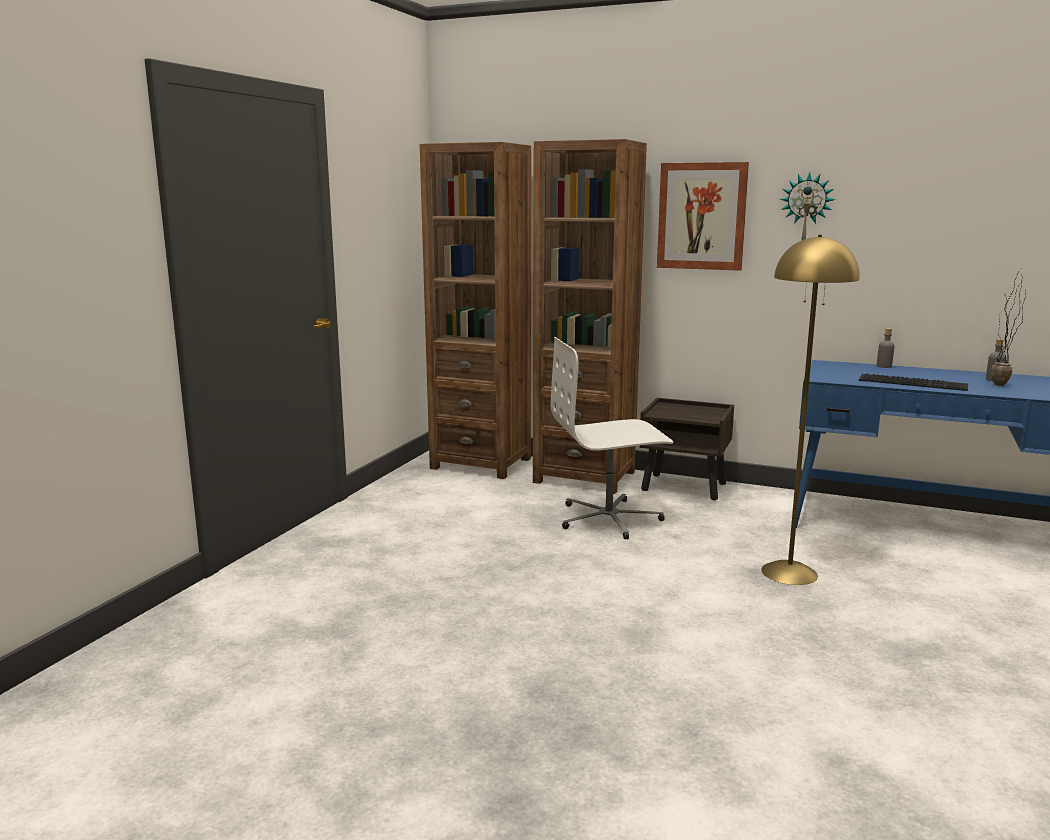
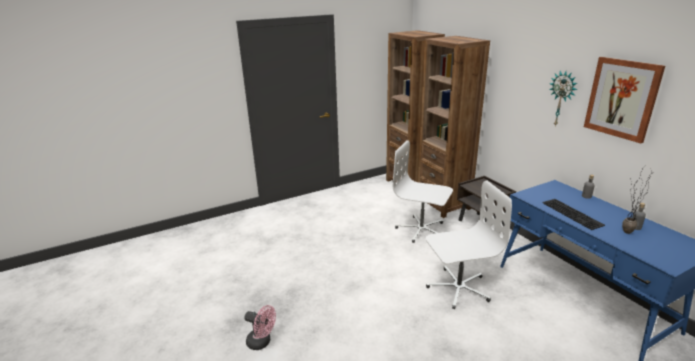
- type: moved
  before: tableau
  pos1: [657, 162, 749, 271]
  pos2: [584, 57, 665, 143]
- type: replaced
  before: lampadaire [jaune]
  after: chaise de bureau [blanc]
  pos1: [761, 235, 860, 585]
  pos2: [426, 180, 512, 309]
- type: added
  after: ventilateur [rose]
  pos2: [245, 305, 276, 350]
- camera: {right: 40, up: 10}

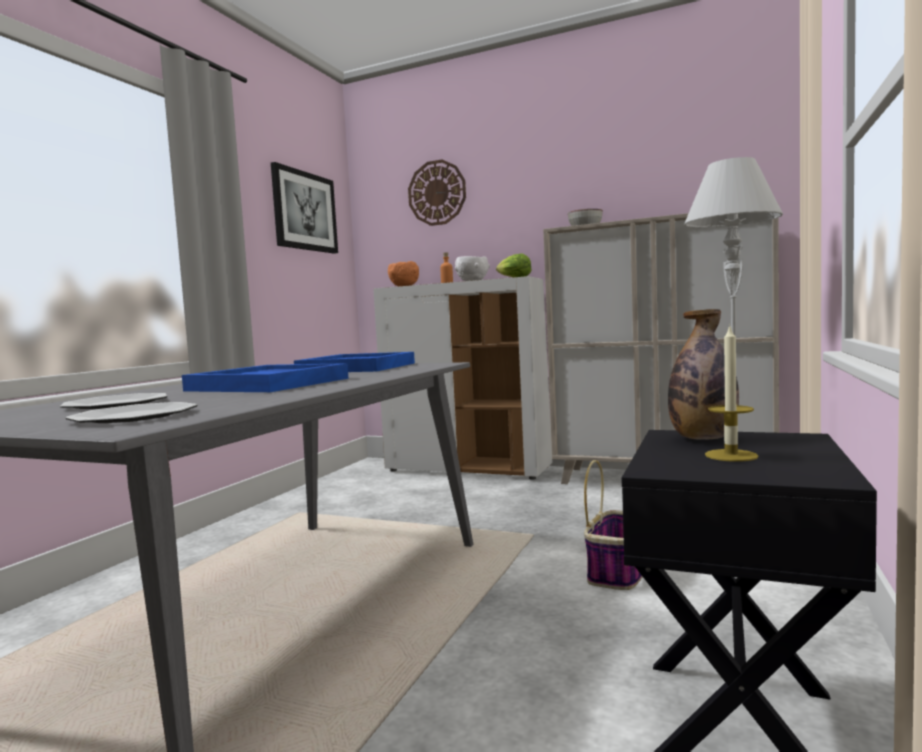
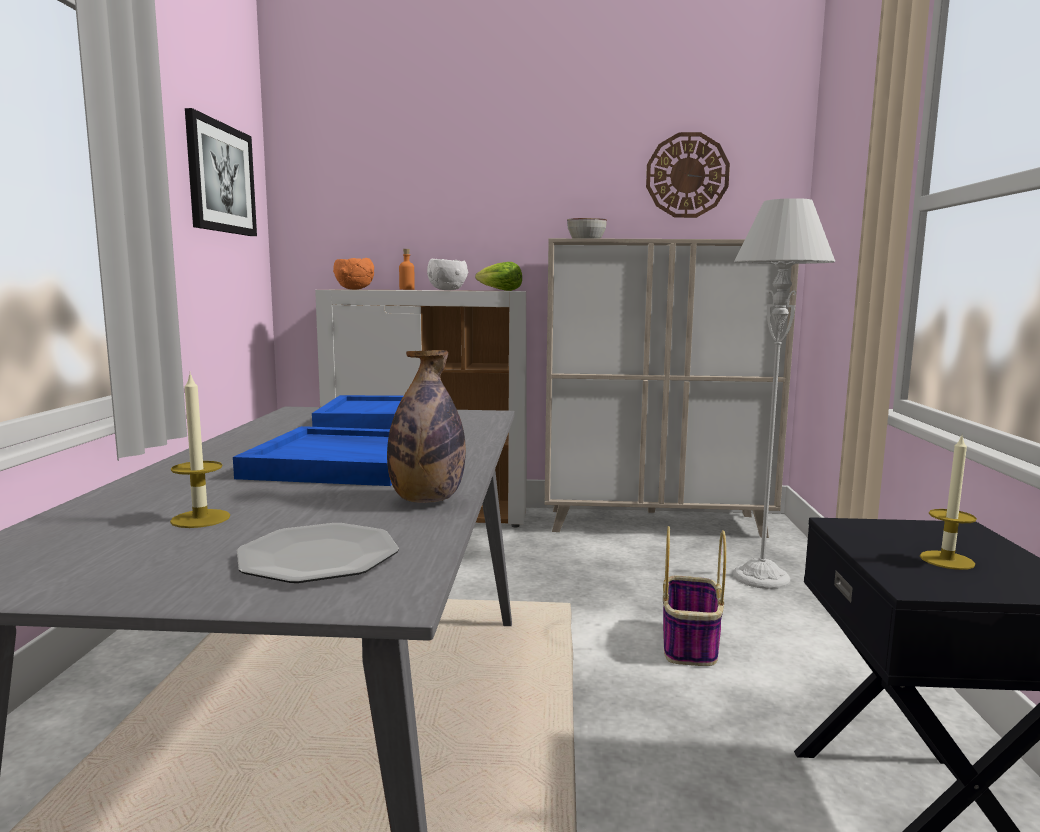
- type: moved
  before: horloge murale
  pos1: [408, 159, 466, 226]
  pos2: [646, 132, 730, 218]
- type: moved
  before: bouteille
  pos1: [668, 309, 739, 440]
  pos2: [387, 350, 466, 503]
- type: replaced
  before: assiette
  after: bougie
  pos1: [60, 393, 167, 409]
  pos2: [170, 373, 230, 528]
- camera: {right: -20, up: 5}

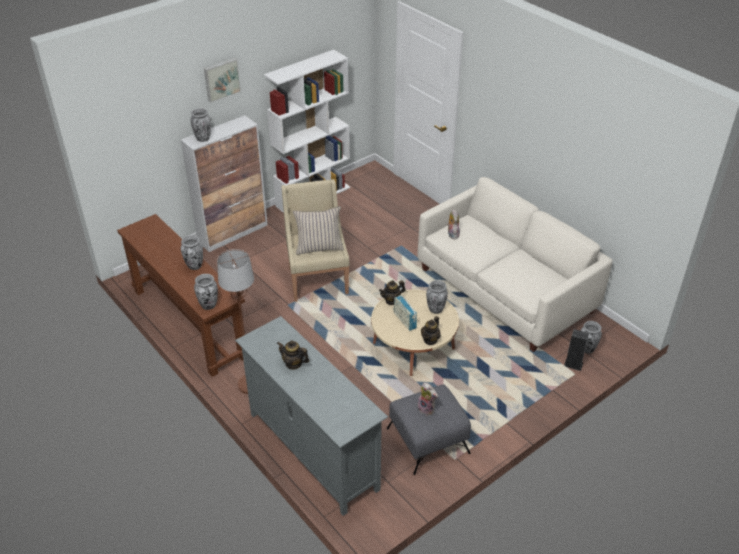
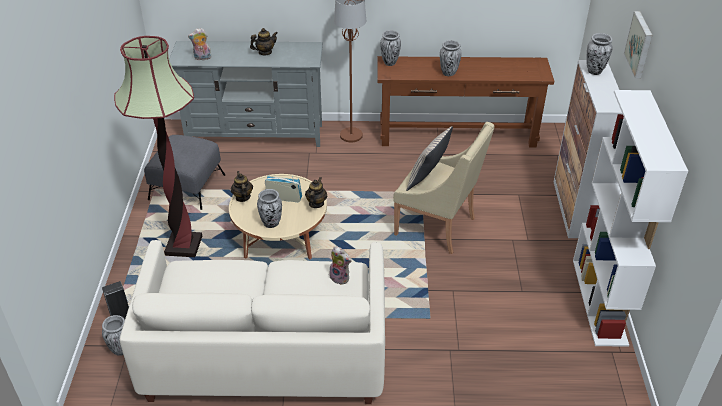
- type: moved
  before: peluche
  pos1: [418, 382, 438, 415]
  pos2: [188, 28, 212, 60]
- type: added
  after: lampadaire
  pos2: [114, 36, 202, 257]
- camera: {right: 130, up: 0}

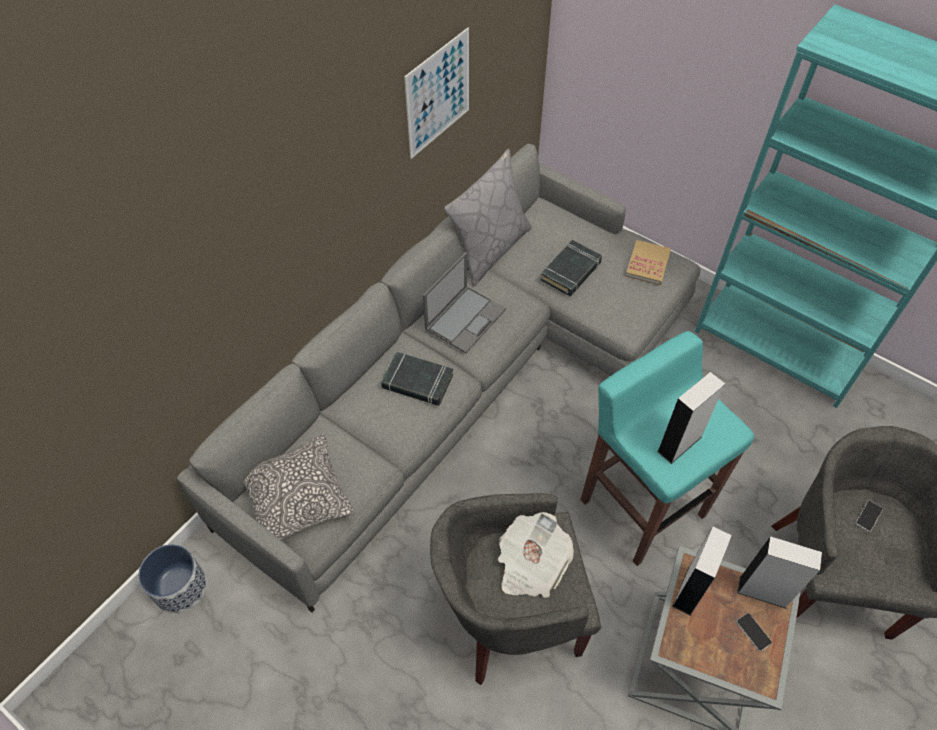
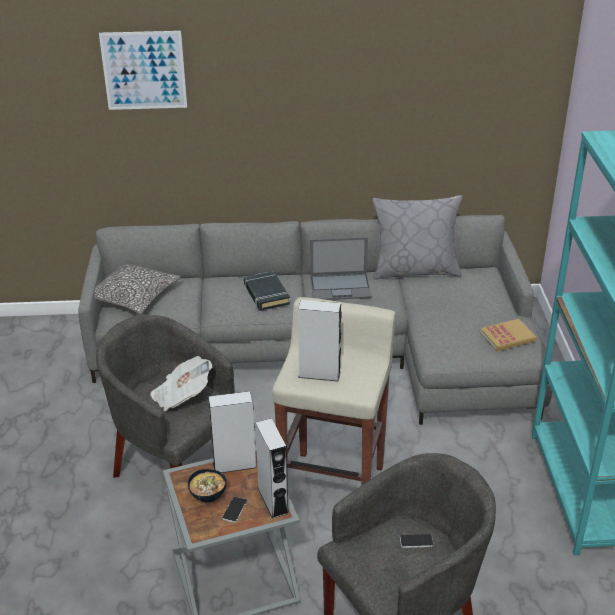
- type: moved
  before: tableau
  pos1: [404, 28, 469, 159]
  pos2: [99, 31, 187, 110]
- type: removed
  before: livre [noir]
  pos1: [541, 240, 602, 296]
- type: recoloured
  before: tabouret [turquoise]
  after: tabouret [beige]
  pos1: [580, 331, 754, 566]
  pos2: [272, 297, 396, 485]
- type: removed
  before: cache-pot
  pos1: [138, 544, 207, 613]
- type: added
  after: bol
  pos2: [188, 469, 226, 503]
- camera: {right: 50, up: -20}

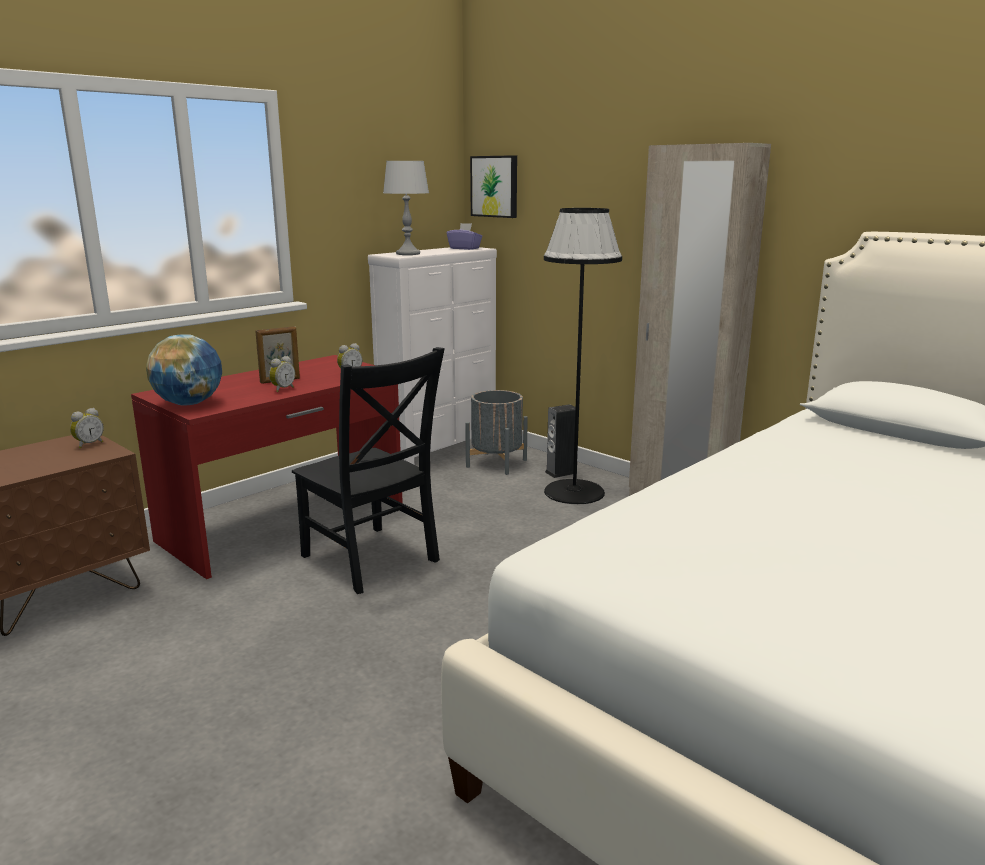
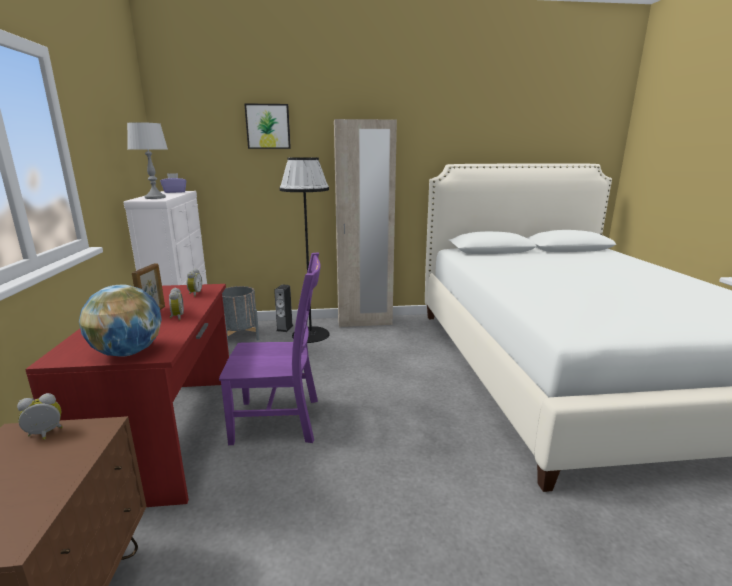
- type: moved
  before: tableau
  pos1: [470, 155, 517, 218]
  pos2: [244, 103, 291, 149]
- type: recoloured
  before: chaise [noir]
  after: chaise [violet]
  pos1: [292, 347, 445, 594]
  pos2: [219, 252, 321, 445]
- type: turned
  before: réveil
  pos1: [70, 408, 104, 449]
  pos2: [17, 393, 63, 440]
  turn: -105
- camera: {right: -50, up: 0}

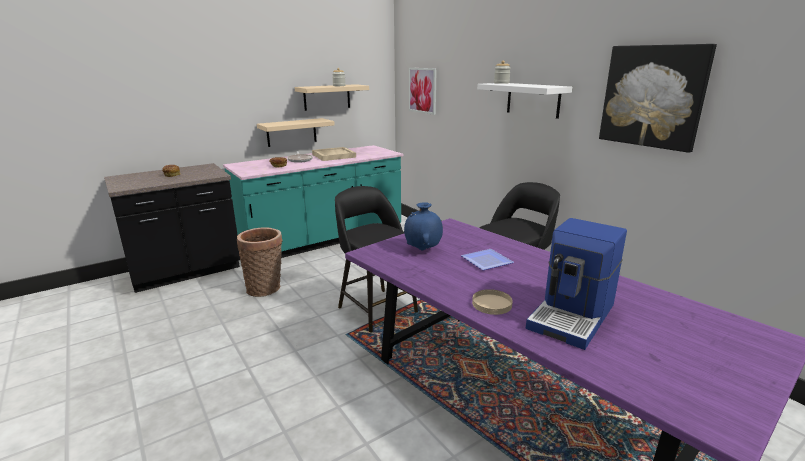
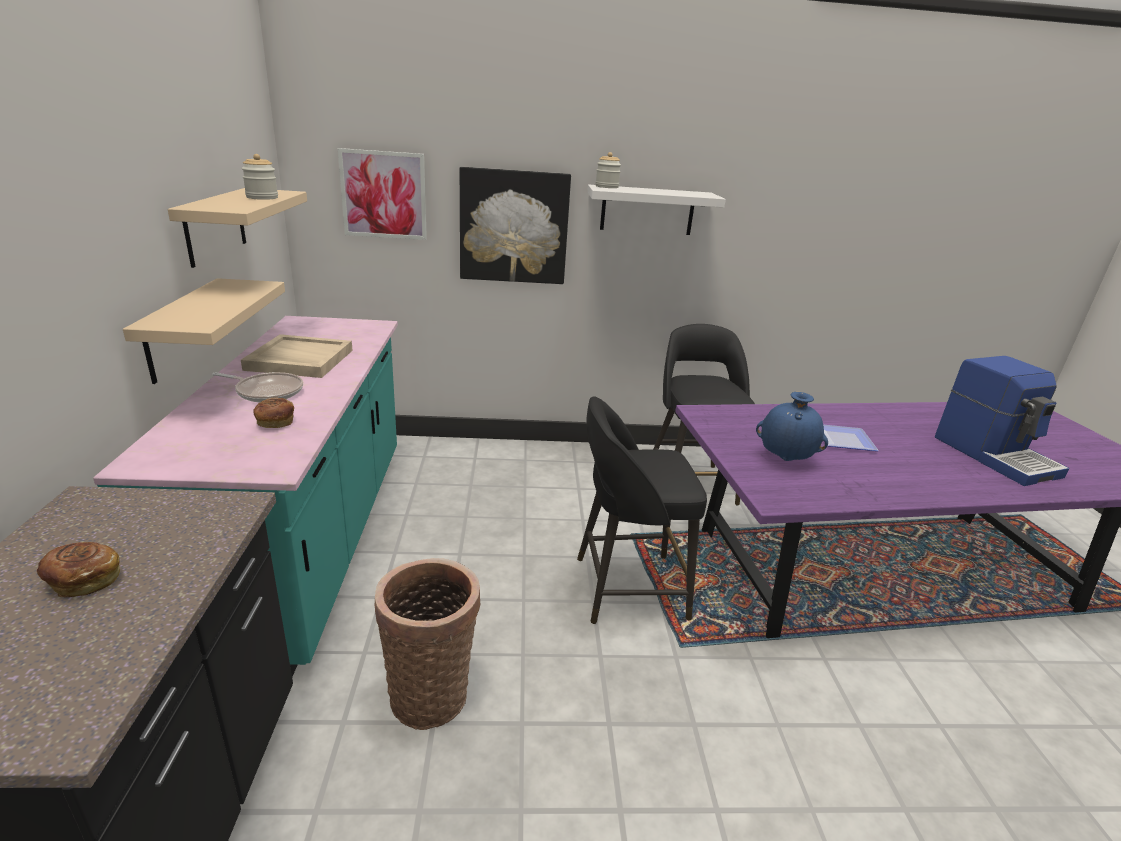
- type: moved
  before: tableau
  pos1: [599, 44, 717, 153]
  pos2: [460, 167, 571, 284]
- type: removed
  before: assiette [beige]
  pos1: [472, 289, 513, 315]
- camera: {right: -60, up: 5}

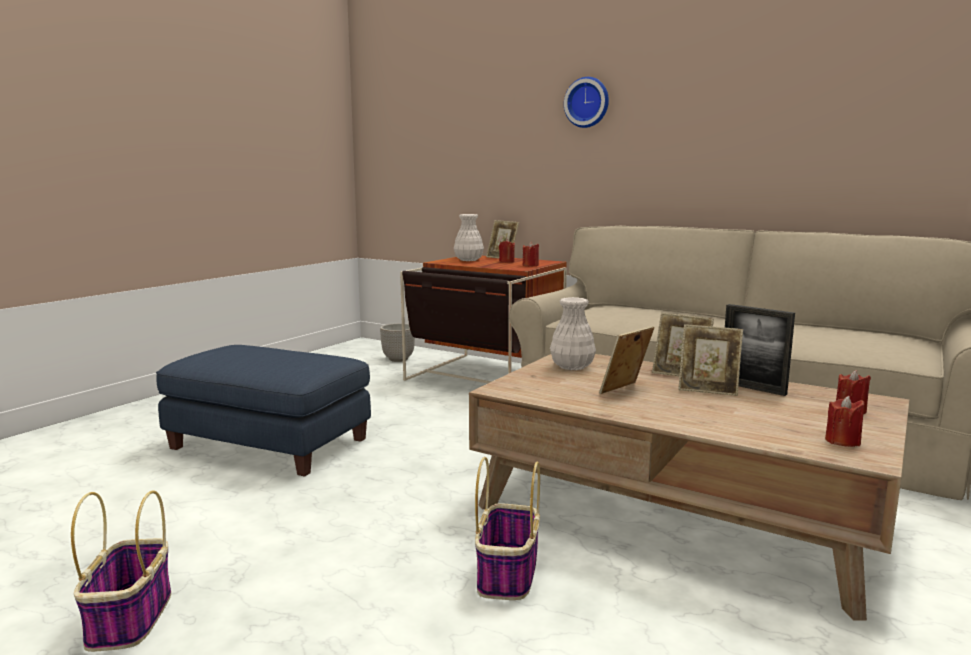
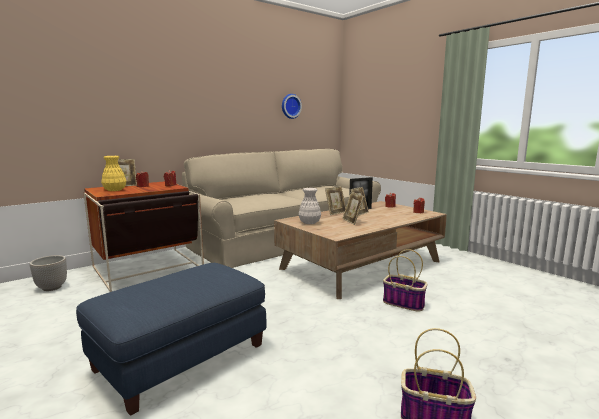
- type: moved
  before: horloge murale
  pos1: [564, 77, 609, 128]
  pos2: [282, 94, 302, 119]
- type: recoloured
  before: vase [blanc]
  after: vase [jaune]
  pos1: [454, 214, 484, 261]
  pos2: [101, 156, 126, 191]
- camera: {right: -70, up: 0}

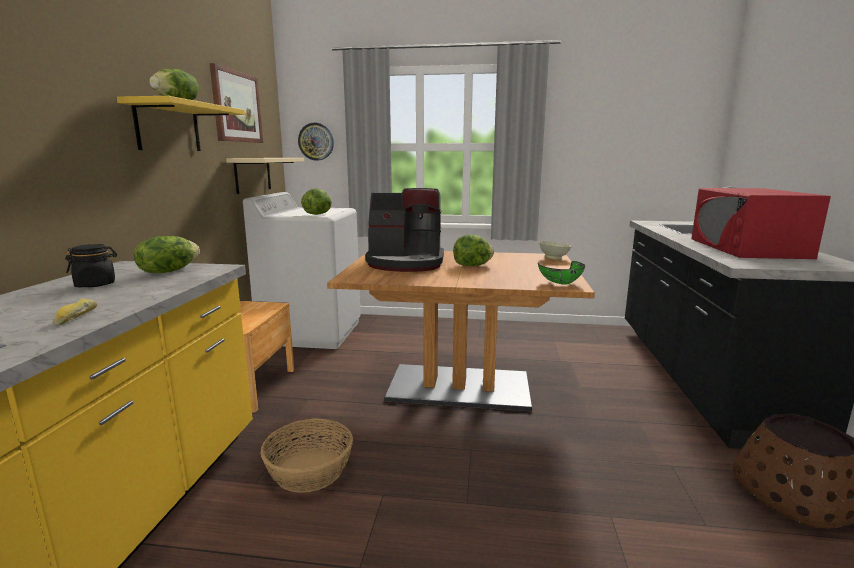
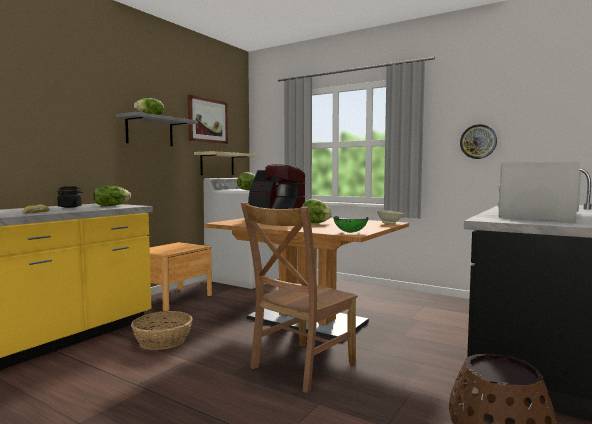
- type: recoloured
  before: étagère [jaune]
  after: étagère [gris]
  pos1: [117, 96, 245, 151]
  pos2: [116, 112, 198, 146]
- type: moved
  before: horloge murale
  pos1: [298, 123, 334, 160]
  pos2: [460, 124, 497, 159]
- type: recoloured
  before: micro-ondes [rouge]
  after: micro-ondes [blanc]
  pos1: [691, 188, 831, 259]
  pos2: [498, 162, 581, 222]
- type: added
  after: chaise [marron]
  pos2: [241, 203, 358, 393]
- camera: {right: 25, up: -10}

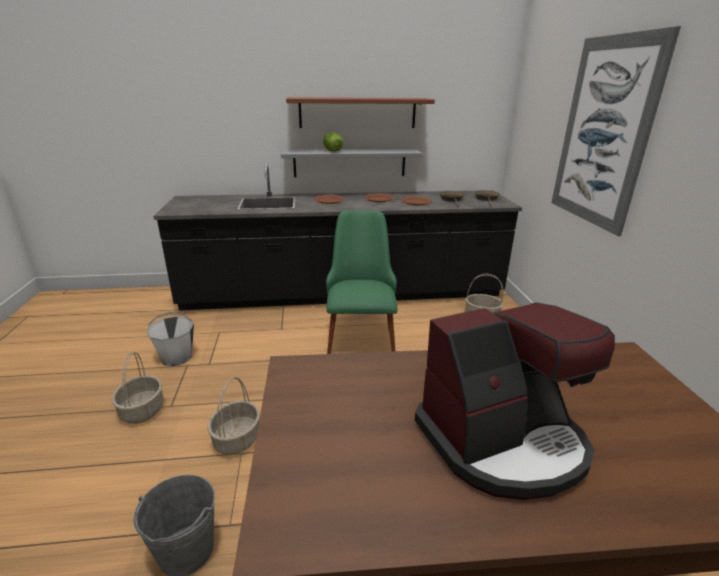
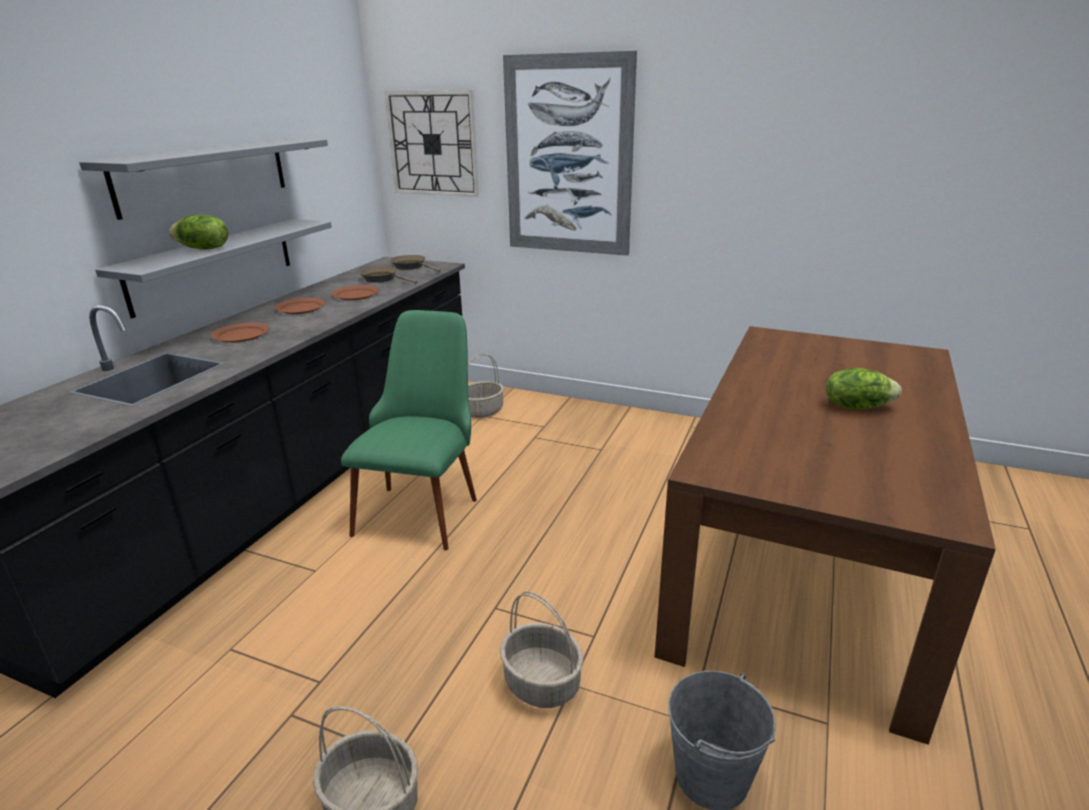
- type: recoloured
  before: étagère [marron]
  after: étagère [gris]
  pos1: [286, 97, 435, 128]
  pos2: [79, 139, 328, 220]
- type: turned
  before: chaise [vert]
  pos1: [326, 210, 398, 354]
  pos2: [341, 310, 477, 550]
  turn: 75
- type: replaced
  before: machine à café
  after: laitue
  pos1: [415, 302, 615, 500]
  pos2: [826, 368, 901, 409]
- type: removed
  before: seau [blanc]
  pos1: [146, 312, 194, 366]
- type: added
  after: horloge murale
  pos2: [384, 90, 479, 197]
- camera: {right: -60, up: 0}

